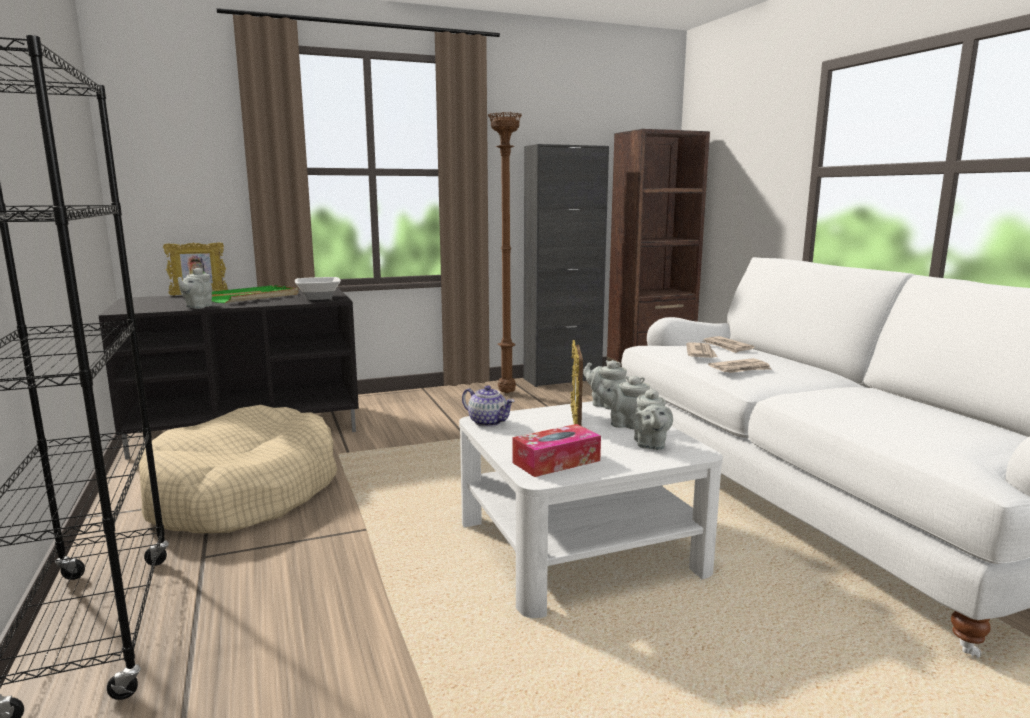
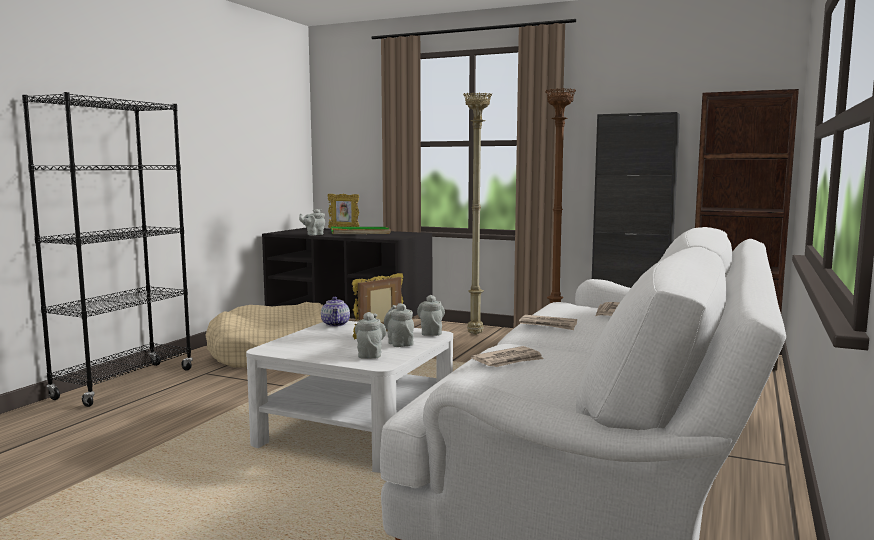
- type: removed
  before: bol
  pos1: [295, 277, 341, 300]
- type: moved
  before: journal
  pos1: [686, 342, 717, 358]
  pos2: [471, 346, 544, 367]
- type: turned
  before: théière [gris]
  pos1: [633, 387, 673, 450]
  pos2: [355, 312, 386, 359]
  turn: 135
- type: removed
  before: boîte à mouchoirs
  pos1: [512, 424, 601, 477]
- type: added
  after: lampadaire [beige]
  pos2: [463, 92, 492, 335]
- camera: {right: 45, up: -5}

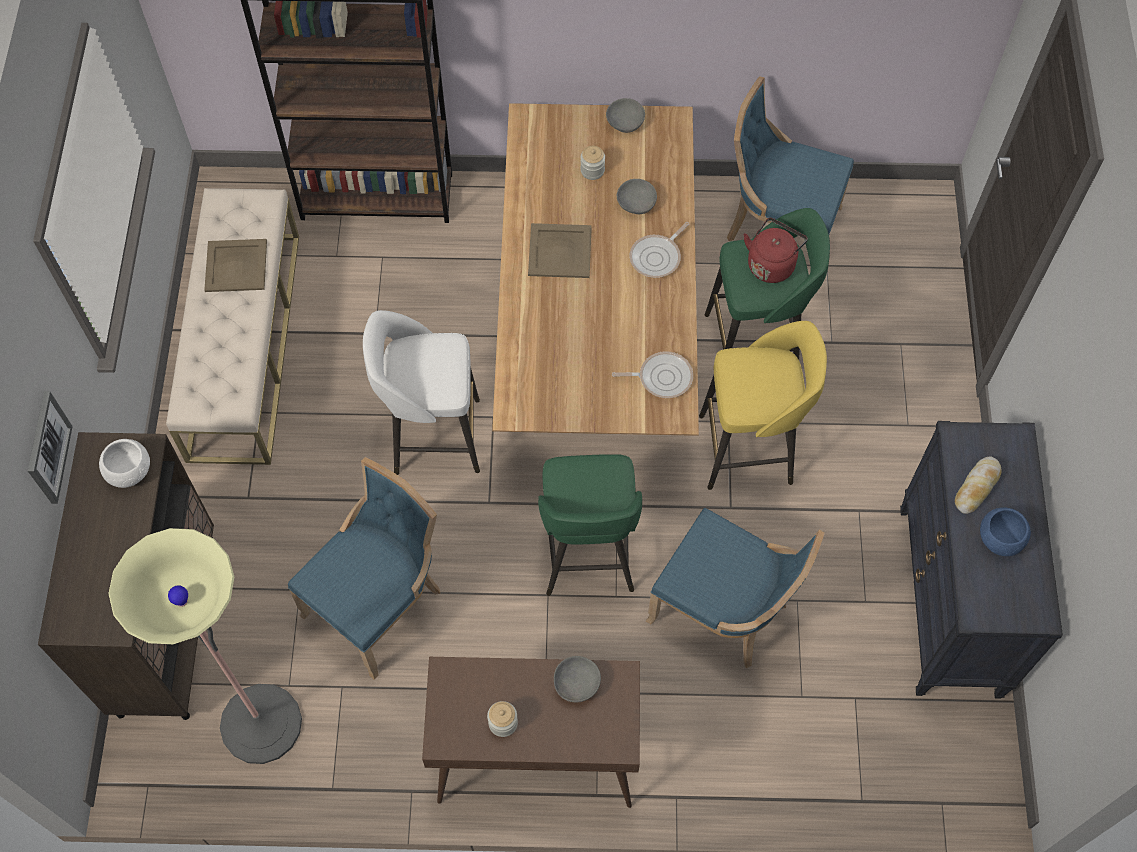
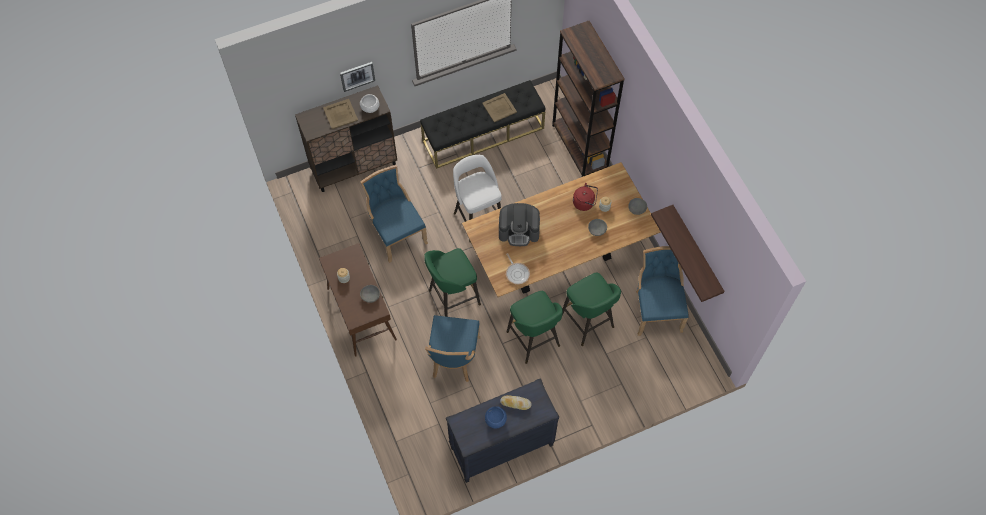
- type: recoloured
  before: banc [beige]
  after: banc [noir]
  pos1: [166, 188, 299, 465]
  pos2: [420, 80, 546, 169]
- type: moved
  before: bouilloire [rouge]
  pos1: [744, 218, 808, 283]
  pos2: [573, 183, 598, 211]
- type: removed
  before: poêle
  pos1: [630, 222, 689, 278]
- type: moved
  before: plateau [beige]
  pos1: [528, 223, 592, 278]
  pos2: [323, 99, 358, 129]
- type: recoloured
  before: tabouret [jaune]
  after: tabouret [vert]
  pos1: [699, 321, 827, 490]
  pos2: [506, 291, 563, 364]
- type: turned
  before: chaise [bleu]
  pos1: [288, 457, 440, 680]
  pos2: [360, 165, 428, 263]
  turn: -135
- type: removed
  before: lampadaire
  pos1: [108, 528, 302, 764]
- type: added
  after: machine à café
  pos2: [499, 203, 540, 246]
- type: added
  after: étagère
  pos2: [651, 205, 725, 302]
- camera: {right: 65, up: 0}

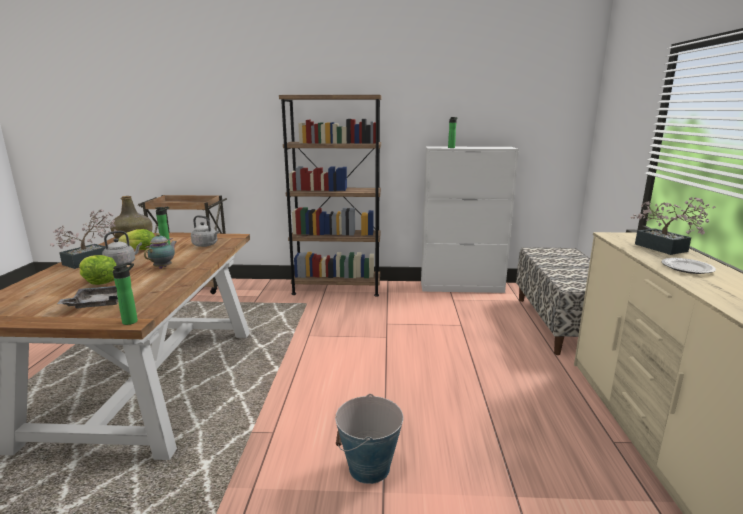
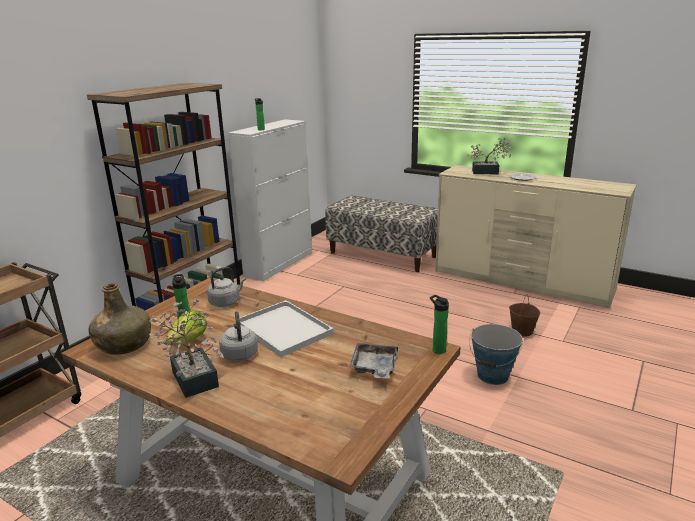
- type: replaced
  before: théière
  after: plateau [blanc]
  pos1: [144, 233, 177, 269]
  pos2: [239, 300, 334, 357]
- type: removed
  before: laitue
  pos1: [79, 255, 116, 285]
- type: added
  after: seau [marron]
  pos2: [509, 294, 540, 337]
- camera: {right: -60, up: 5}

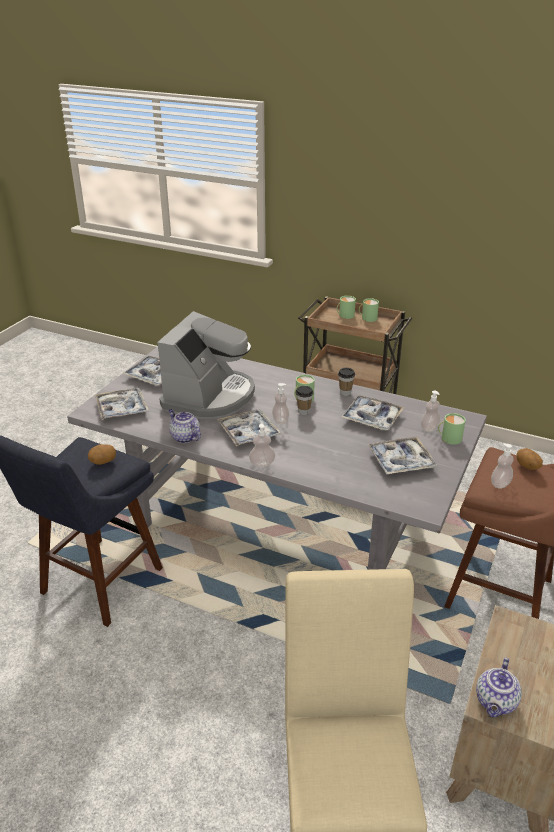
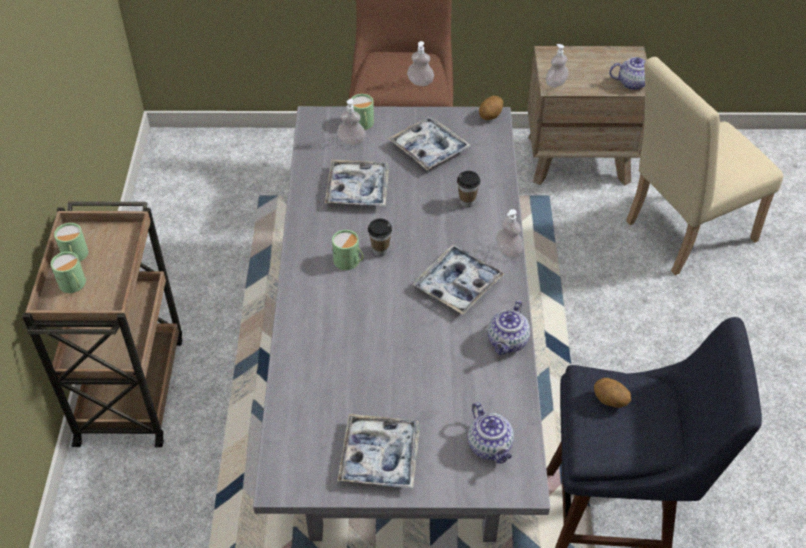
- type: removed
  before: machine à café
  pos1: [157, 311, 255, 419]
- type: moved
  before: tasse
  pos1: [338, 368, 355, 396]
  pos2: [457, 171, 480, 208]
- type: moved
  before: distributeur de savon
  pos1: [272, 383, 289, 424]
  pos2: [546, 44, 568, 88]
- type: replaced
  before: plateau
  after: théière
  pos1: [95, 387, 149, 420]
  pos2: [468, 402, 514, 464]
- type: moved
  before: pomme de terre
  pos1: [516, 448, 543, 470]
  pos2: [479, 96, 503, 120]
- camera: {right: -115, up: 15}

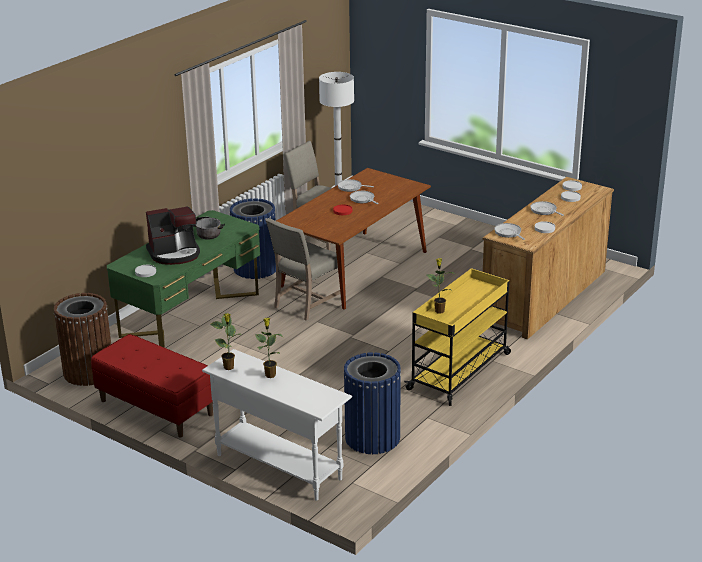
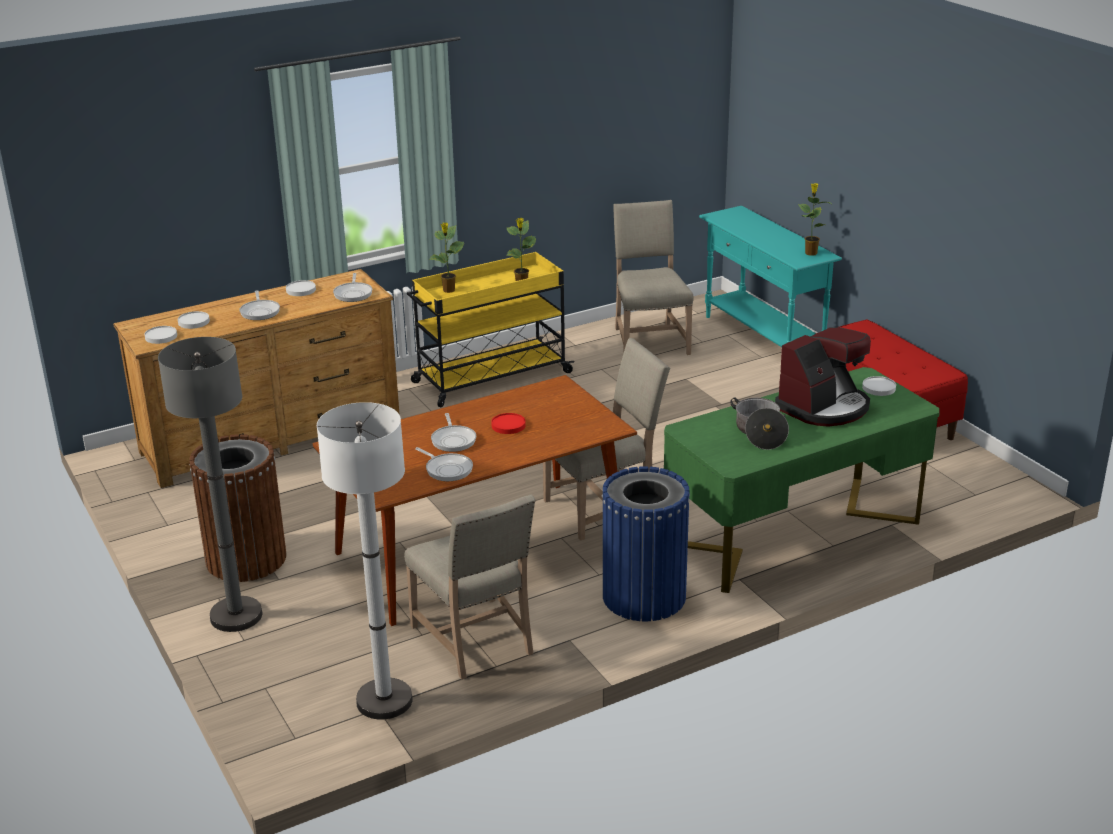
- type: turned
  before: machine à café
  pos1: [146, 206, 200, 265]
  pos2: [775, 327, 871, 427]
  turn: 135
- type: moved
  before: poubelle [marron]
  pos1: [54, 293, 111, 386]
  pos2: [189, 434, 286, 582]
- type: moved
  before: plante en pot
  pos1: [255, 318, 283, 378]
  pos2: [429, 222, 464, 293]
- type: recoloured
  before: table console [blanc]
  after: table console [turquoise]
  pos1: [202, 349, 352, 501]
  pos2: [699, 206, 842, 347]
- type: replaced
  before: poubelle [bleu]
  after: chaise [beige]
  pos1: [343, 352, 401, 454]
  pos2: [613, 200, 693, 355]
- type: added
  after: lampadaire [gris]
  pos2: [158, 337, 262, 632]
- camera: {right: -155, up: 0}

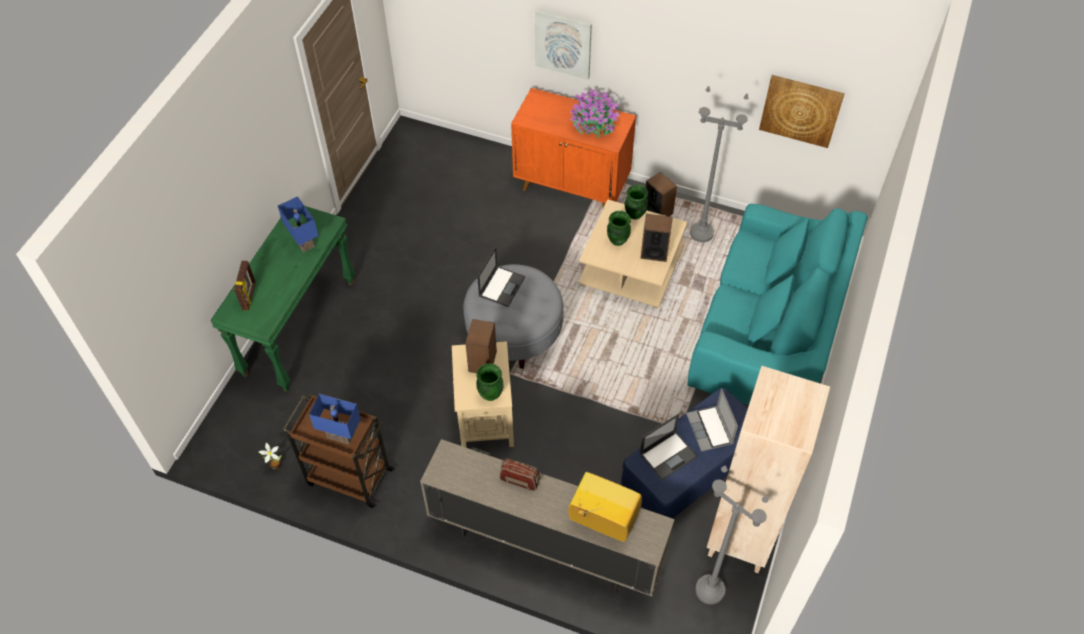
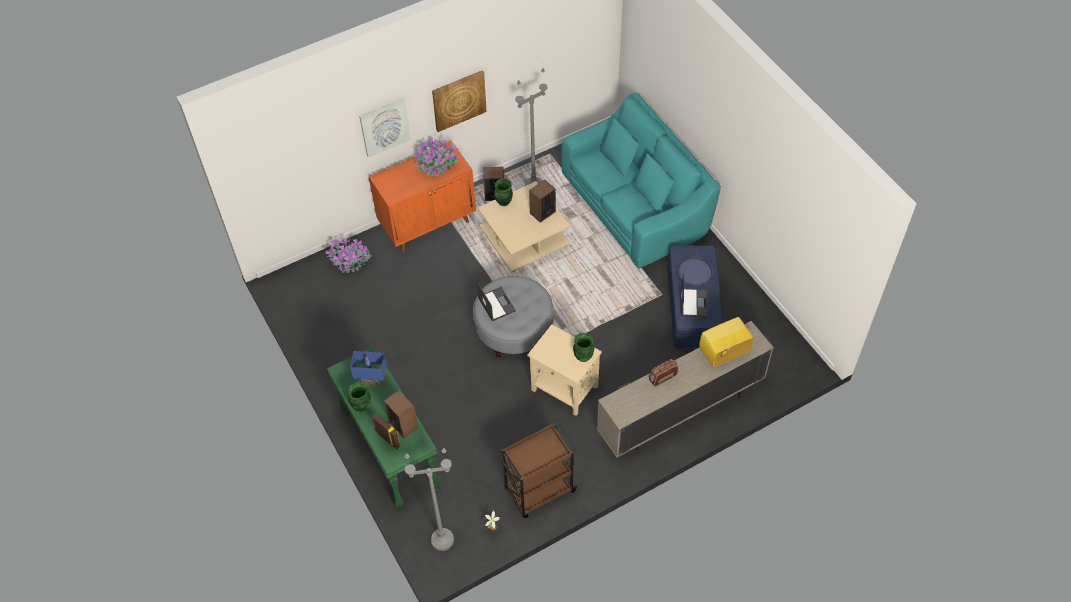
- type: moved
  before: tableau
  pos1: [759, 75, 845, 148]
  pos2: [432, 70, 486, 132]
- type: moved
  before: vase [vert]
  pos1: [607, 211, 631, 246]
  pos2: [347, 382, 371, 412]
- type: moved
  before: enceinte
  pos1: [465, 319, 497, 373]
  pos2: [384, 390, 419, 438]
- type: removed
  before: bibliothèque [beige]
  pos1: [707, 366, 830, 573]
- type: replaced
  before: ordinateur portable
  after: plateau [bleu]
  pos1: [686, 388, 738, 452]
  pos2: [676, 256, 714, 286]
- type: removed
  before: lampe de table [bleu]
  pos1: [309, 394, 361, 444]
- type: moved
  before: lampadaire [gris]
  pos1: [695, 466, 768, 605]
  pos2: [405, 448, 454, 551]
- type: added
  after: plante en pot
  pos2: [325, 238, 371, 274]
- camera: {right: -50, up: 0}

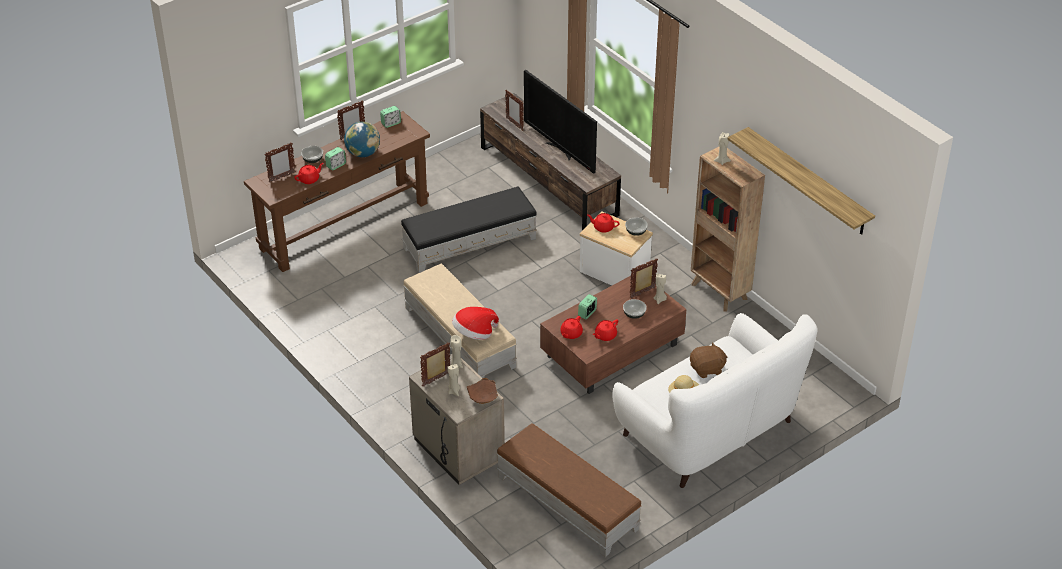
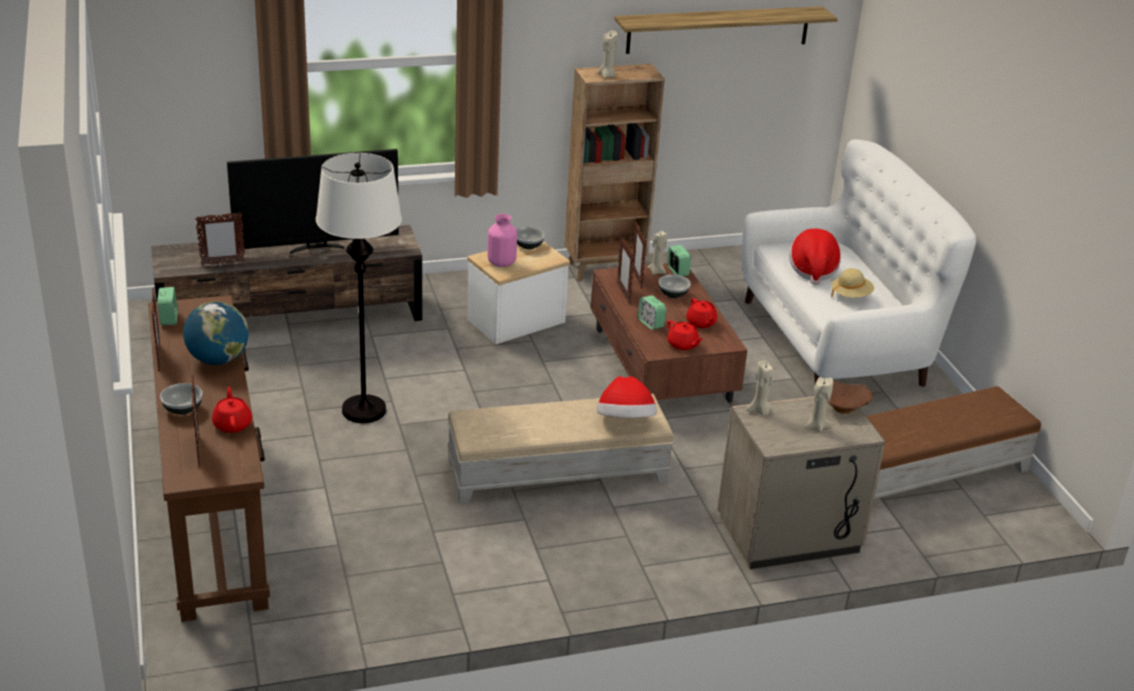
- type: moved
  before: réveil
  pos1: [325, 147, 346, 170]
  pos2: [667, 245, 691, 276]
- type: replaced
  before: pouf [noir]
  after: lampadaire [blanc]
  pos1: [401, 186, 537, 273]
  pos2: [316, 153, 402, 423]
- type: replaced
  before: théière [rouge]
  after: vase [rose]
  pos1: [587, 213, 620, 233]
  pos2: [488, 214, 517, 267]
- type: replaced
  before: peluche [marron]
  after: chapeau
  pos1: [690, 342, 728, 378]
  pos2: [789, 229, 841, 285]
- type: moved
  before: cadre photo
  pos1: [420, 343, 450, 386]
  pos2: [617, 236, 634, 303]
- camera: {right: -70, up: -10}

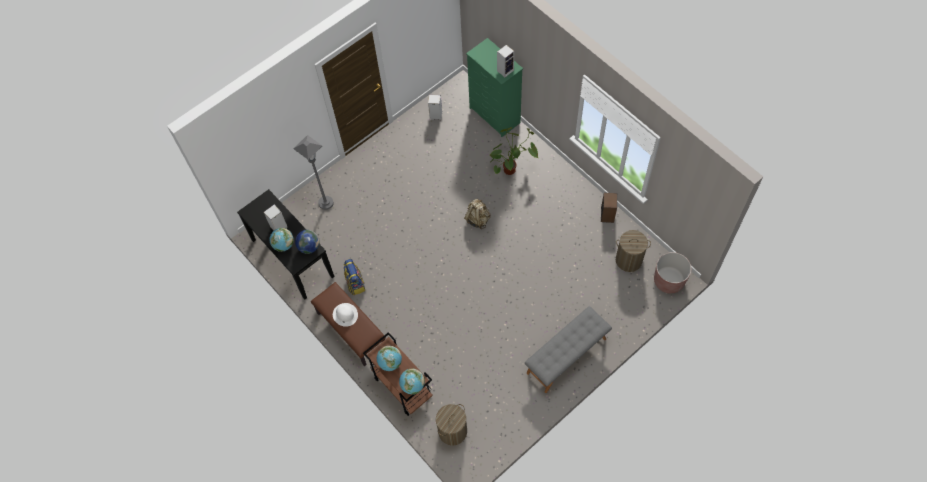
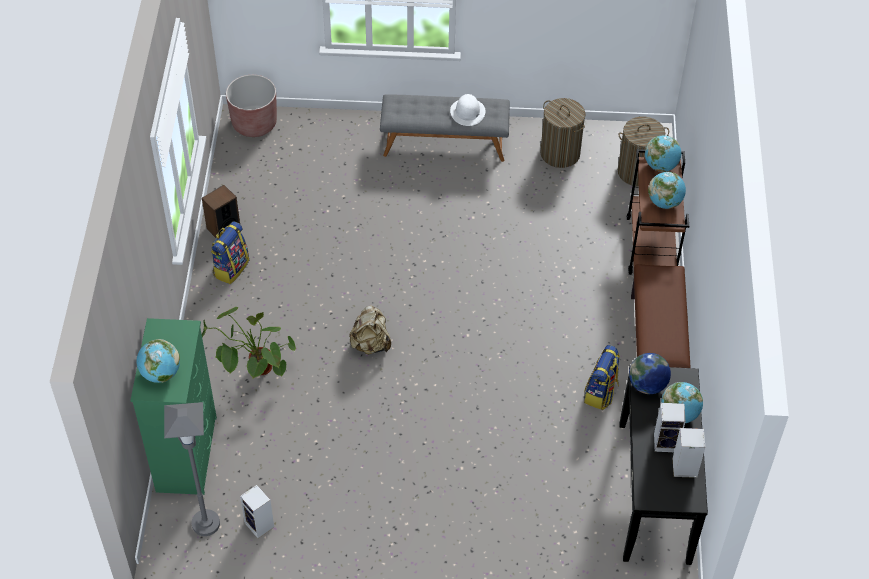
- type: moved
  before: enceinte
  pos1: [497, 45, 514, 77]
  pos2: [672, 428, 705, 478]
- type: moved
  before: lampadaire [gris]
  pos1: [293, 135, 334, 210]
  pos2: [164, 402, 220, 536]
- type: moved
  before: panier à linge
  pos1: [616, 230, 651, 272]
  pos2: [540, 98, 585, 168]
- type: moved
  before: chapeau [blanc]
  pos1: [333, 303, 358, 327]
  pos2: [450, 94, 485, 126]
- type: added
  after: sac à dos
  pos2: [210, 221, 249, 284]
- type: added
  after: globe
  pos2: [136, 339, 180, 383]
- camera: {right: -140, up: -10}

